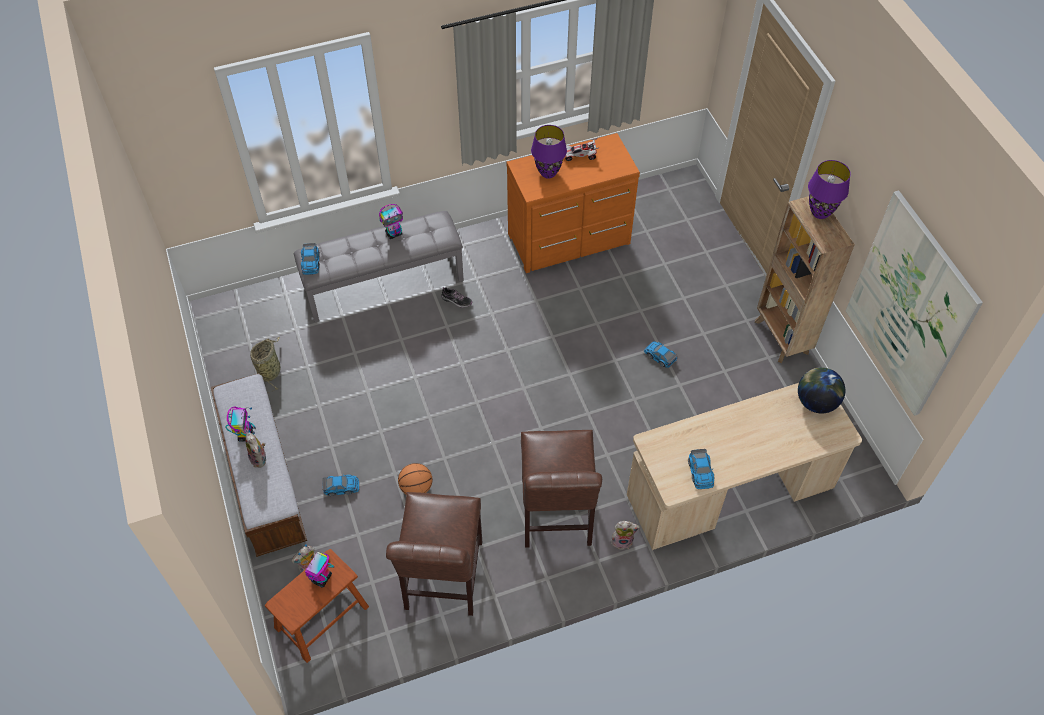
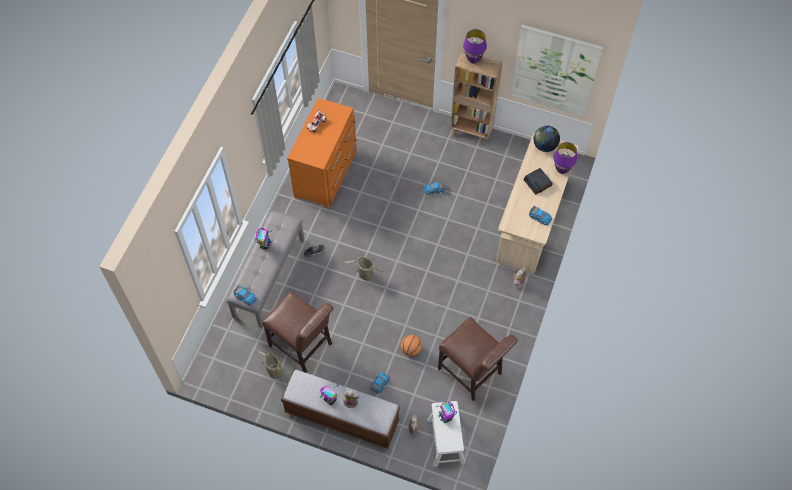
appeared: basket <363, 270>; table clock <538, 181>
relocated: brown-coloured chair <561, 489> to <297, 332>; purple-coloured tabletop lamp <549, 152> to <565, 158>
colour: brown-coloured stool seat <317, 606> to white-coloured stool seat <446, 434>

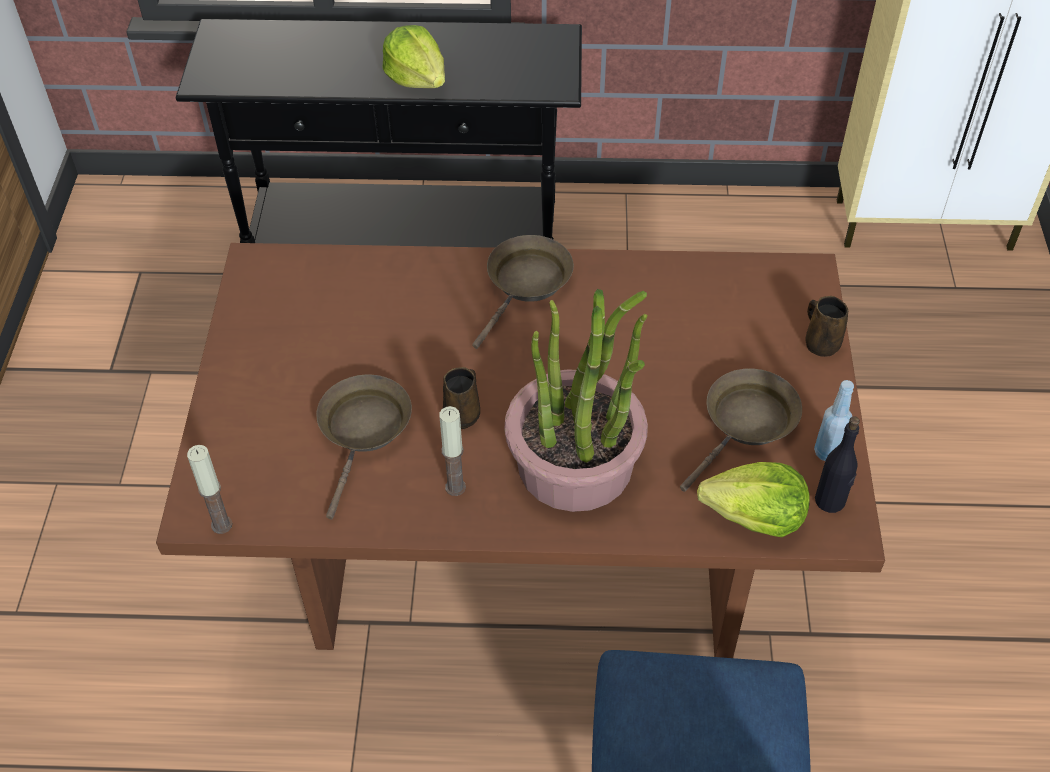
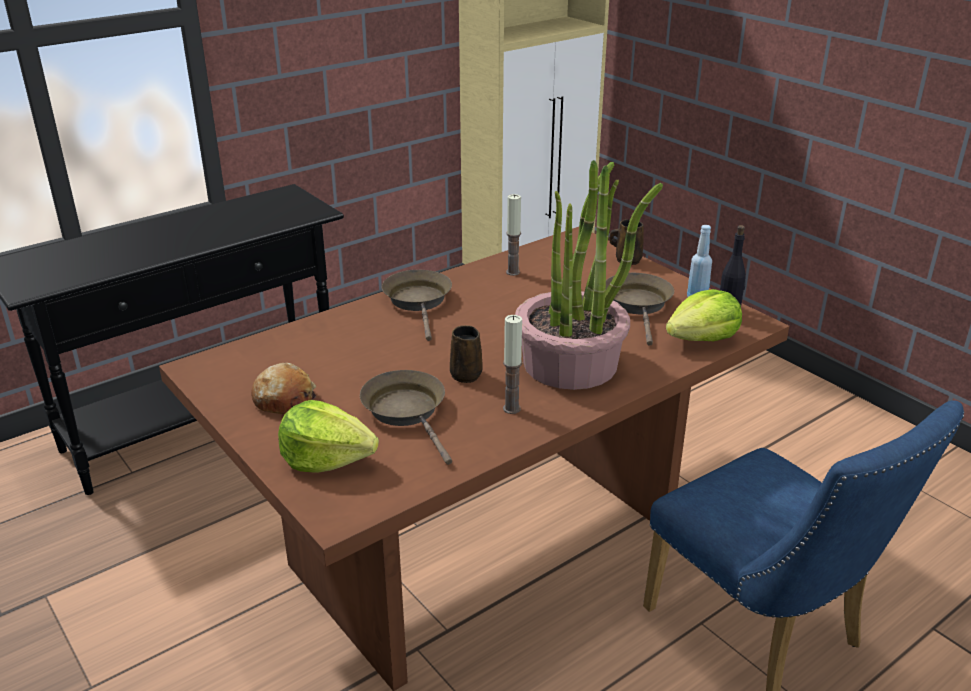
appeared: bakery bread <283, 388>
relocated: wax candle <210, 489> to <513, 235>; head of lettuce <413, 56> to <328, 436>

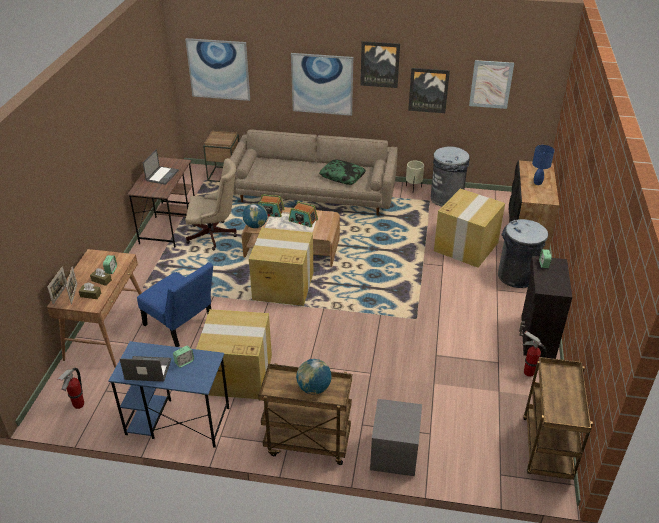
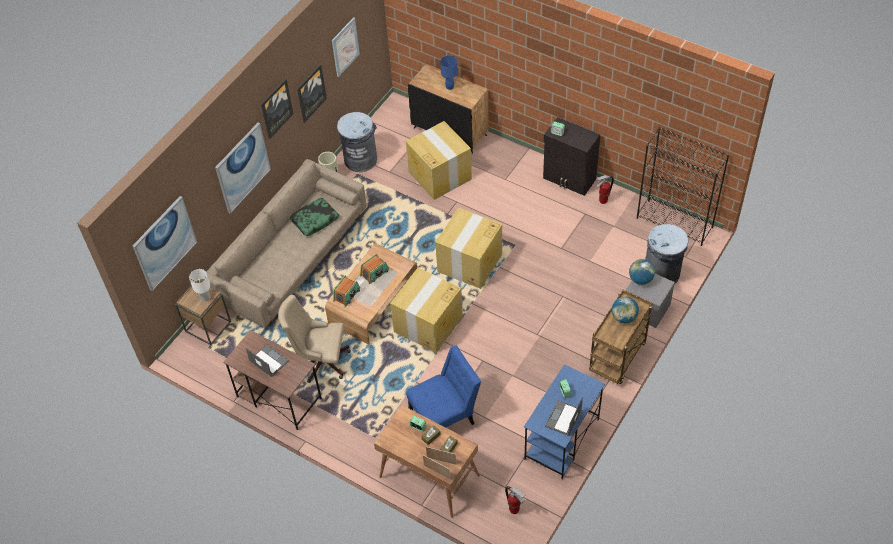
appeared: white-coloured tabletop lamp <200, 285>
relocated: cardboard box <234, 354> to <468, 248>; world globe <255, 215> to <642, 272>; greyish rubbish bin <523, 253> to <667, 253>
exchanged: brown-coloured cart <558, 418> to black-coloured bookshelf <683, 186>
spun: sand-coloured office chair <211, 204> = <314, 339> 105 degrees counterclockwise

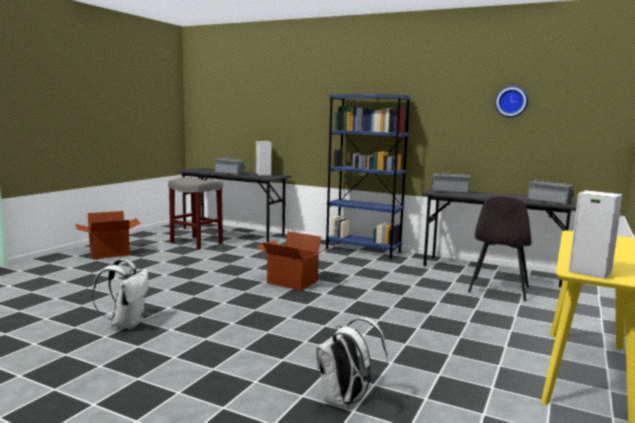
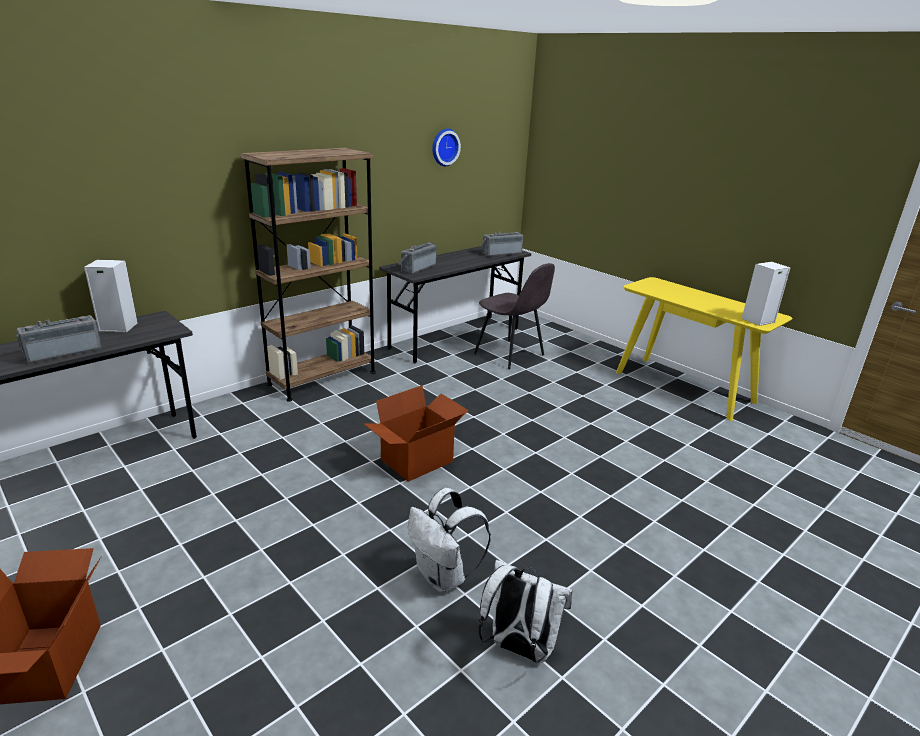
missing: greyish stool seat <195, 213>
relocated: white-coloured backpack <351, 363> to <449, 540>
colour: blue-coloured bookshelf <368, 177> to brown-coloured bookshelf <308, 275>

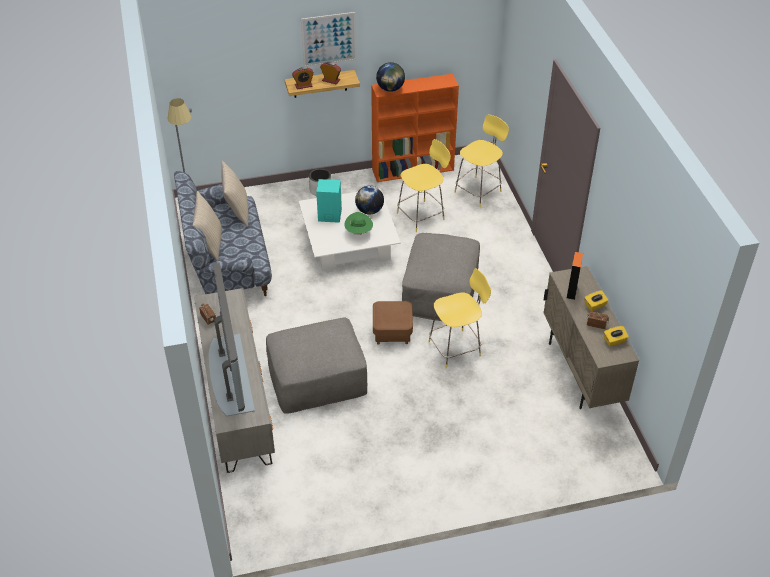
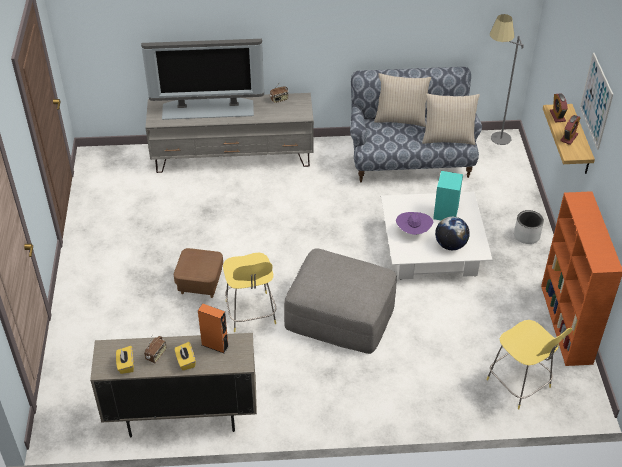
missing: greyish ottoman <316, 366>; world globe <390, 77>; yellow stool seat <424, 185>
relocated: brown-coloured ottoman <393, 323> to <198, 273>
colour: green-coloured clothing hat <358, 223> to purple-coloured clothing hat <414, 223>

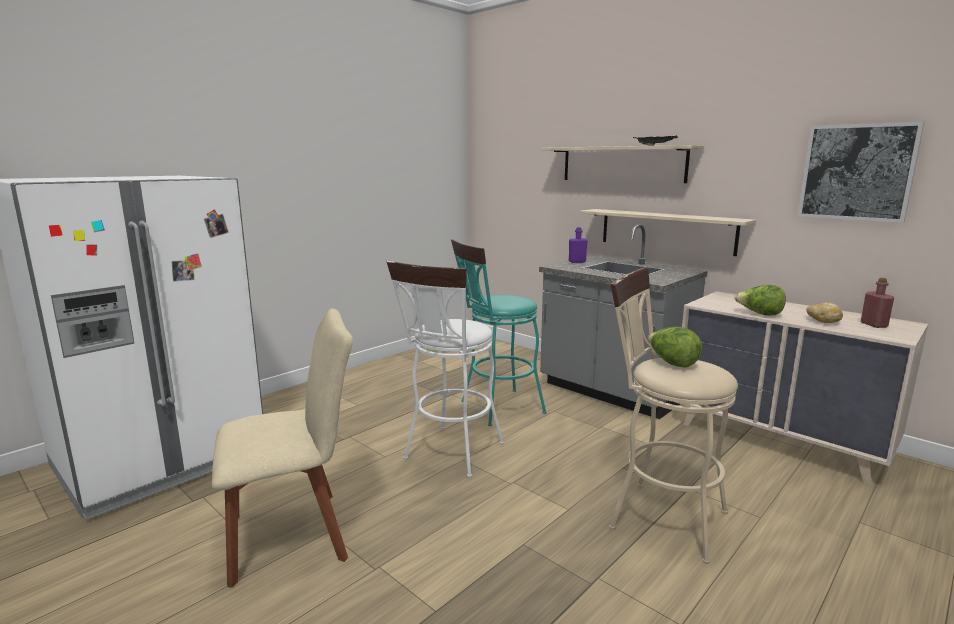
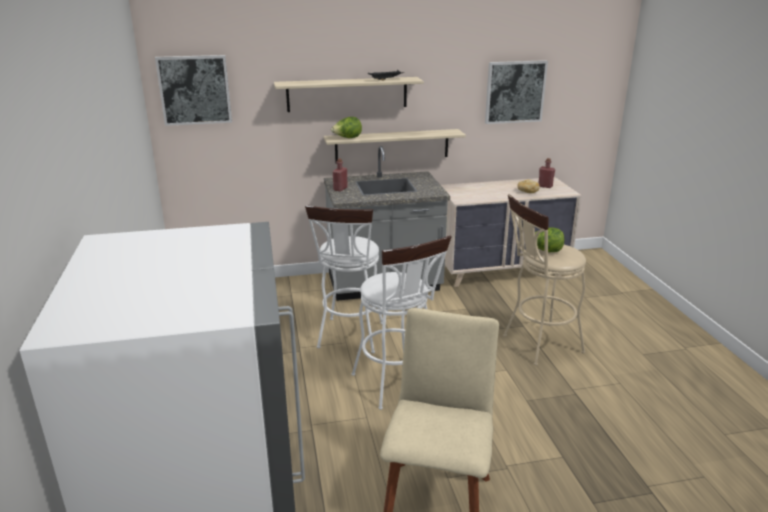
appeared: wall picture <193, 90>
relocated: head of lettuce <760, 300> to <346, 127>
colour: turquoise-coloured stool seat <499, 332> to white-coloured stool seat <344, 279>; purple-coloured drink bottle <578, 245> to reddish drink bottle <340, 174>

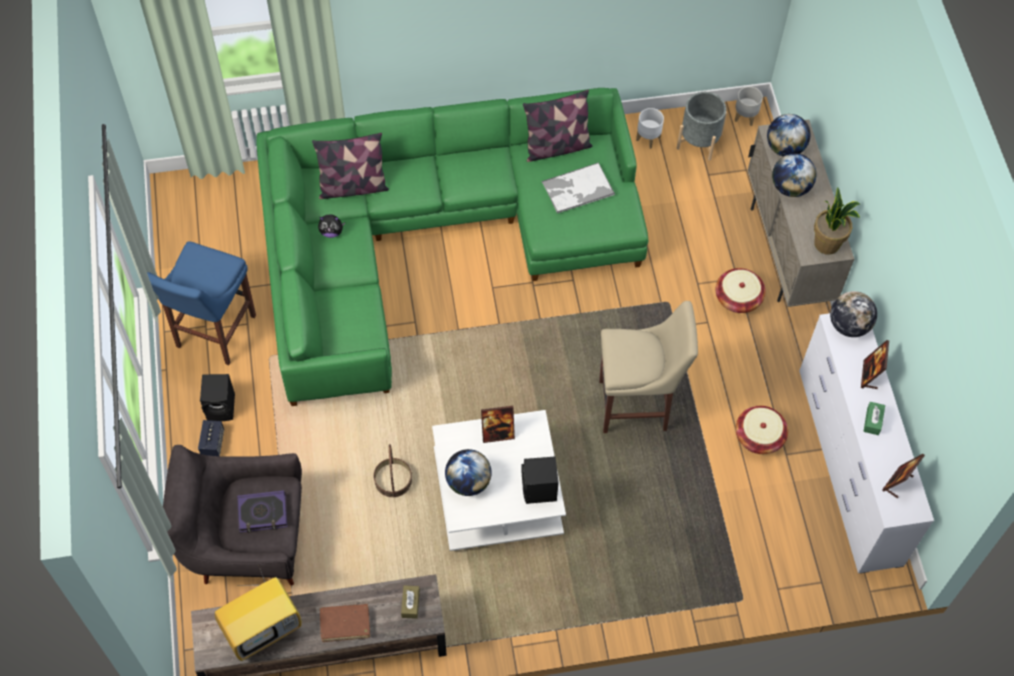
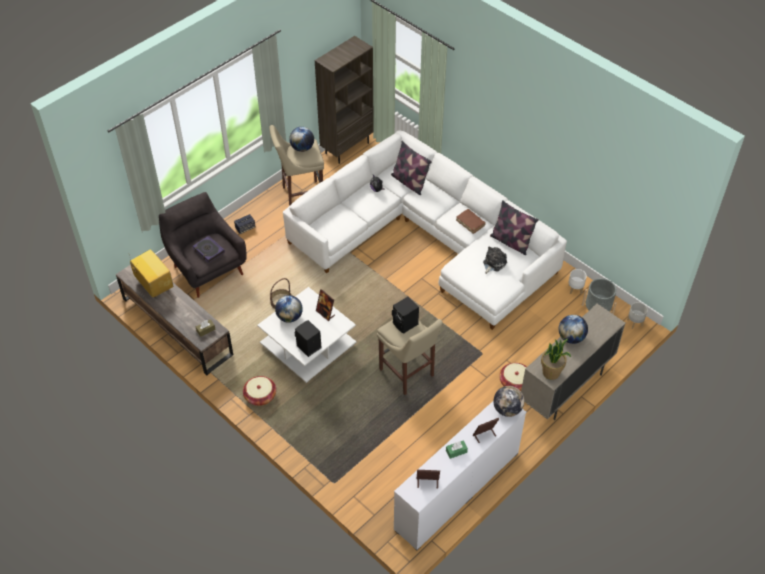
appeared: brown-coloured bookshelf <344, 100>
relocated: black-coloured loudspeaker <217, 397> to <405, 315>; brown-coloured volume <345, 623> to <471, 221>; basket <762, 430> to <259, 391>; world globe <788, 135> to <301, 139>
exchanged: serving tray <578, 187> to cuddly toy <495, 260>
colour: blue-coloured stool seat <201, 303> to sand-coloured stool seat <296, 165>; green-coloured settee <452, 247> to white-coloured settee <425, 230>
spun: television <258, 615> = <151, 273> 150 degrees counterclockwise

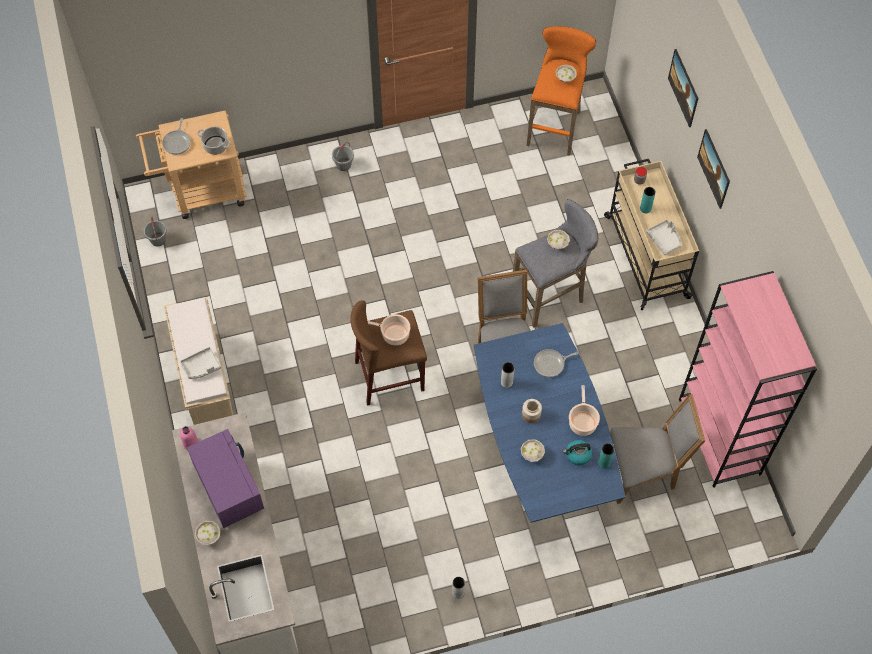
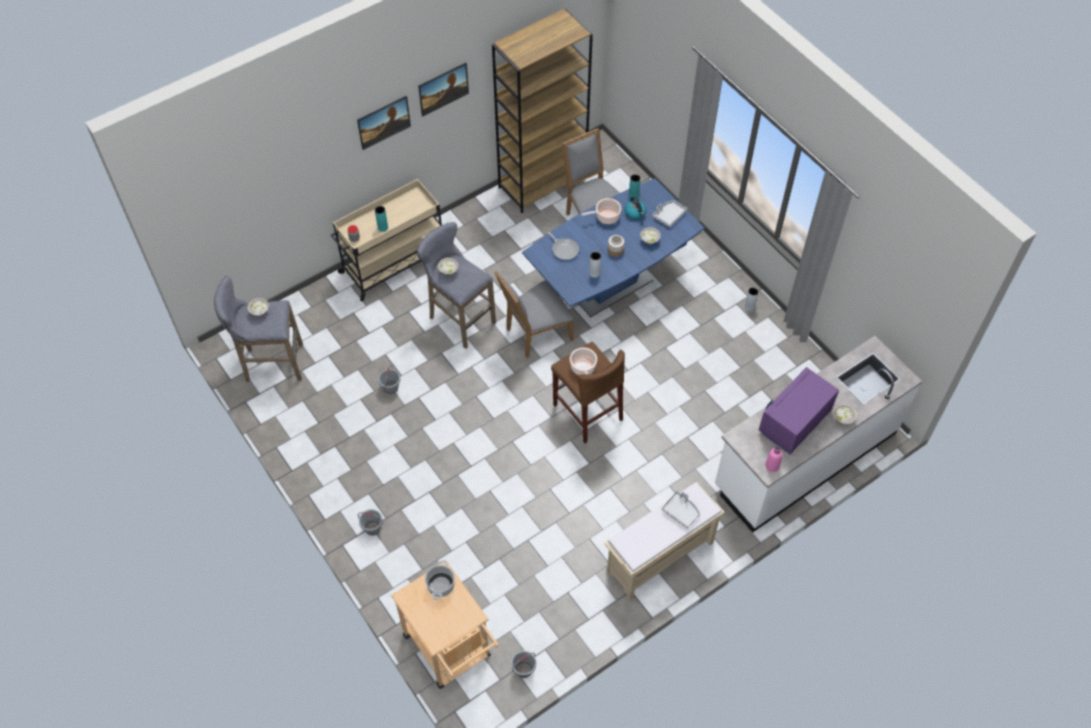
missing: pan <176, 136>
appeared: greyish bucket <389, 379>
relocated: greyish serving tray <664, 237> to <670, 213>; wall picture <683, 88> to <443, 90>
colour: orange-coloured stool seat <561, 91> to greyish stool seat <258, 329>; pink bookshelf <748, 379> to brown-coloured bookshelf <542, 111>

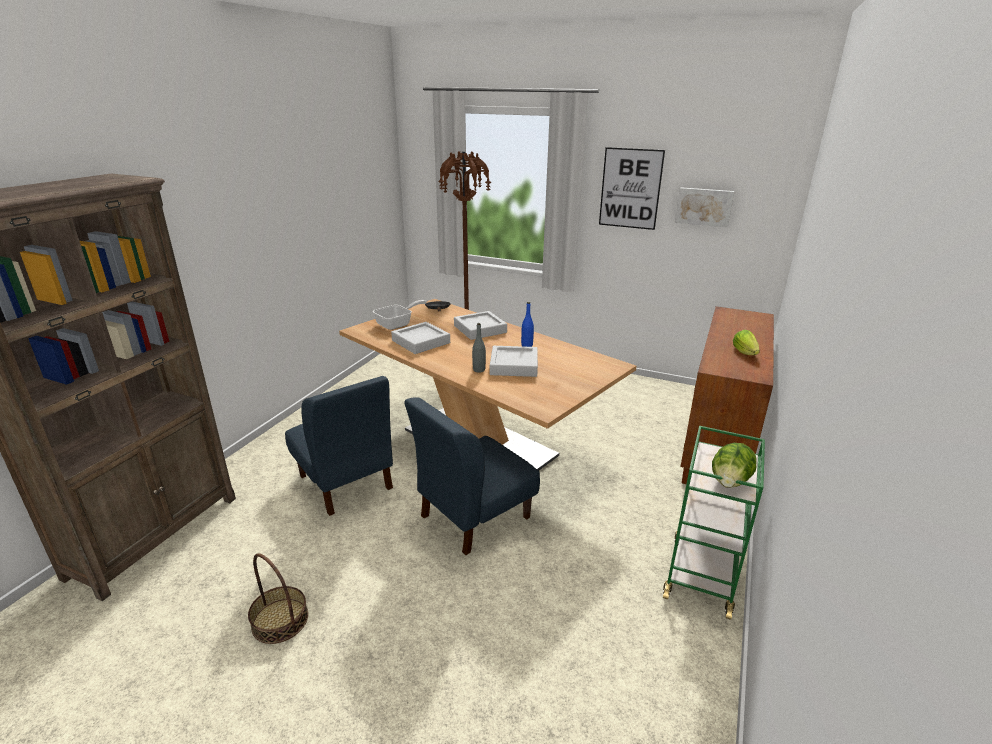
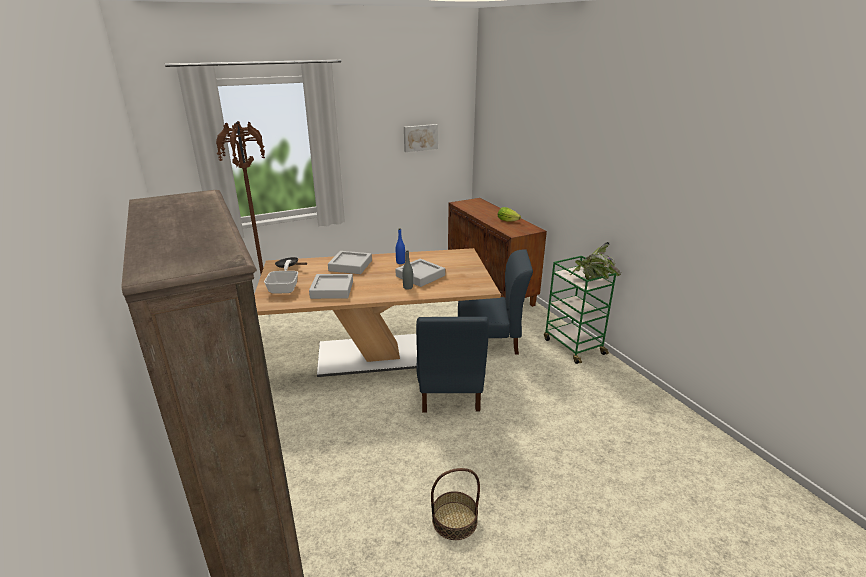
missing: wall picture <632, 188>
relocated: blue-coloured chair <339, 446> to <495, 301>
exchanged: head of lettuce <734, 465> to houseplant <595, 261>

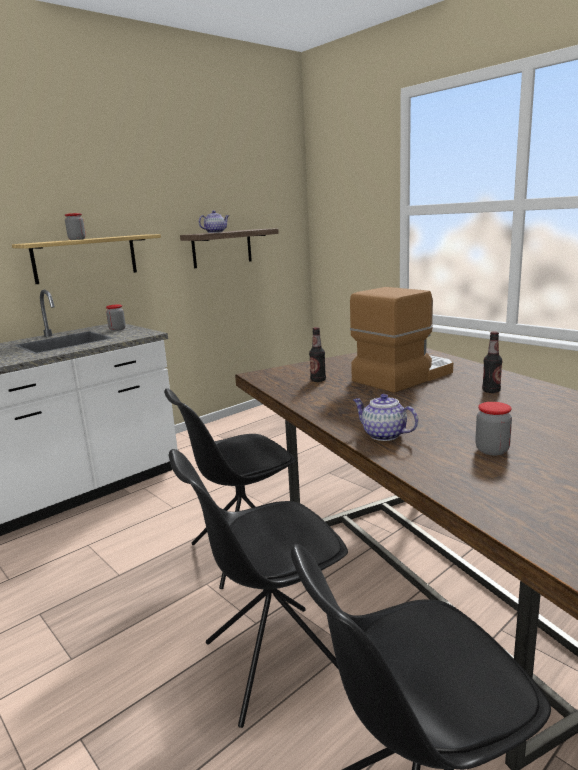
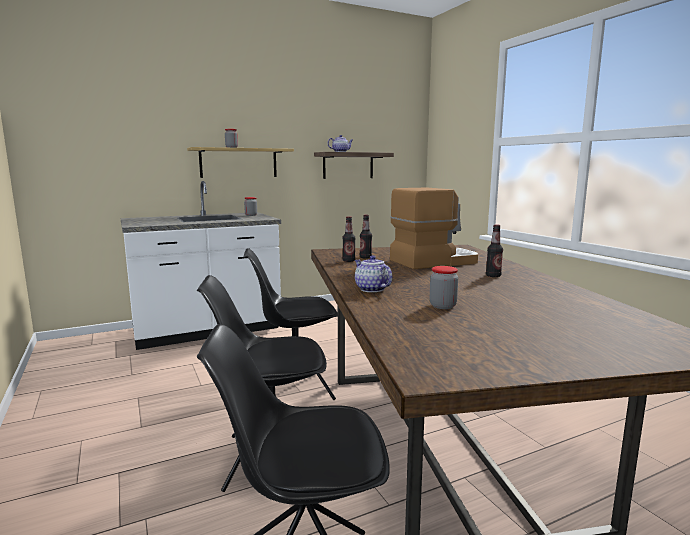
appeared: drink bottle <348, 239>

